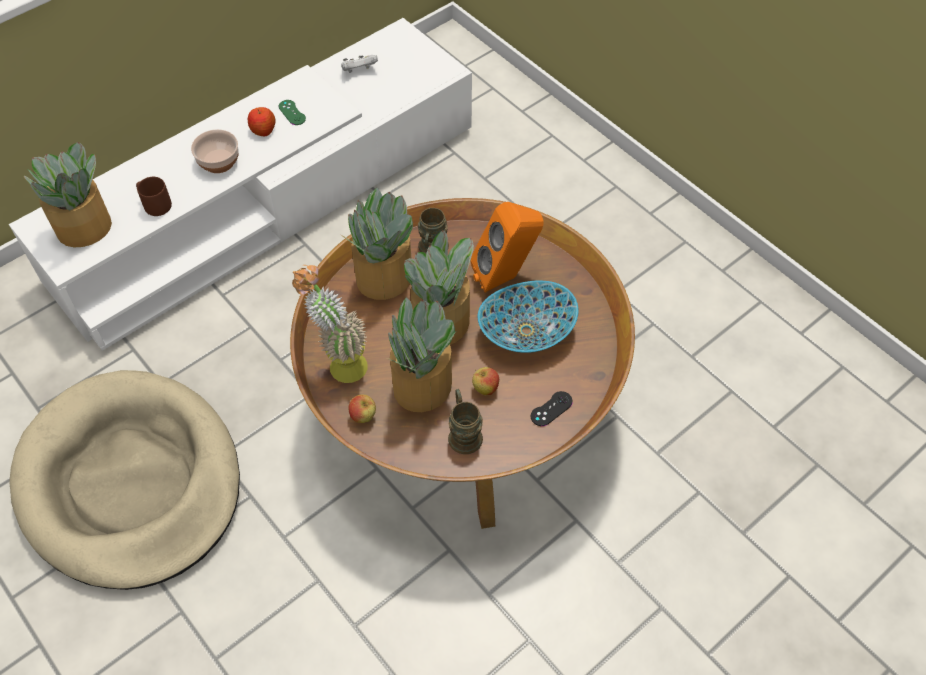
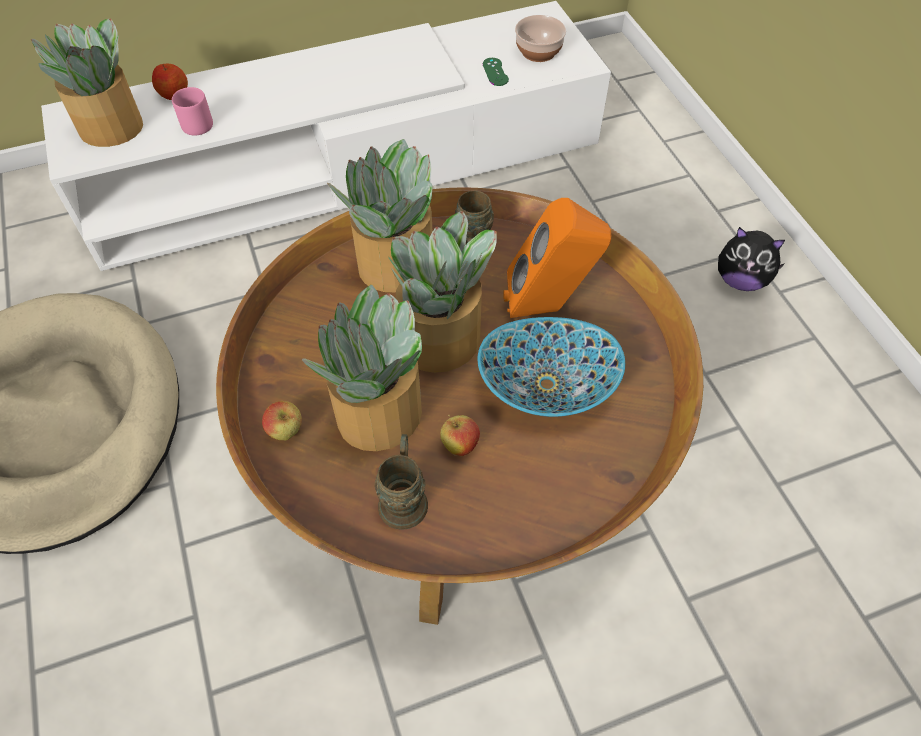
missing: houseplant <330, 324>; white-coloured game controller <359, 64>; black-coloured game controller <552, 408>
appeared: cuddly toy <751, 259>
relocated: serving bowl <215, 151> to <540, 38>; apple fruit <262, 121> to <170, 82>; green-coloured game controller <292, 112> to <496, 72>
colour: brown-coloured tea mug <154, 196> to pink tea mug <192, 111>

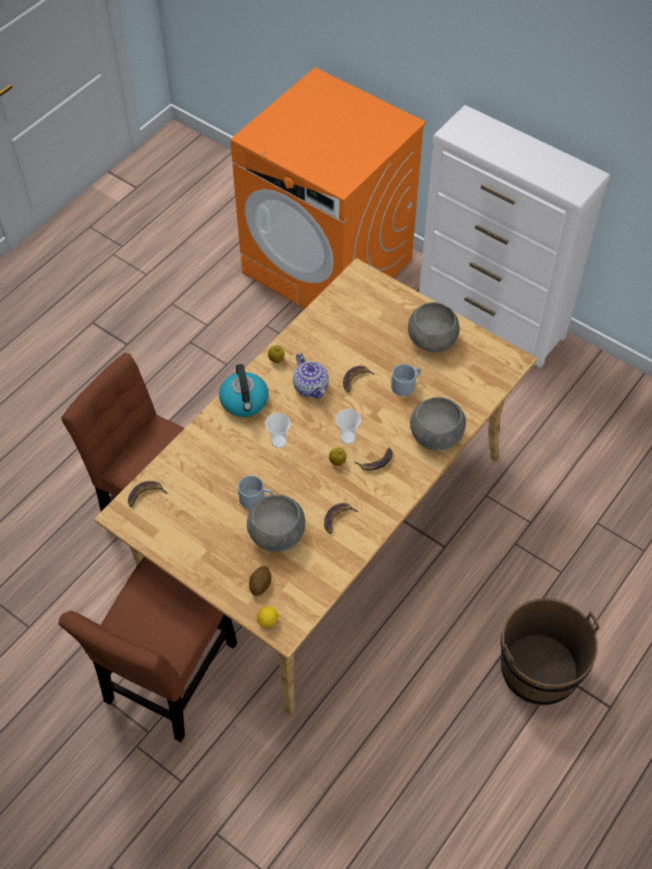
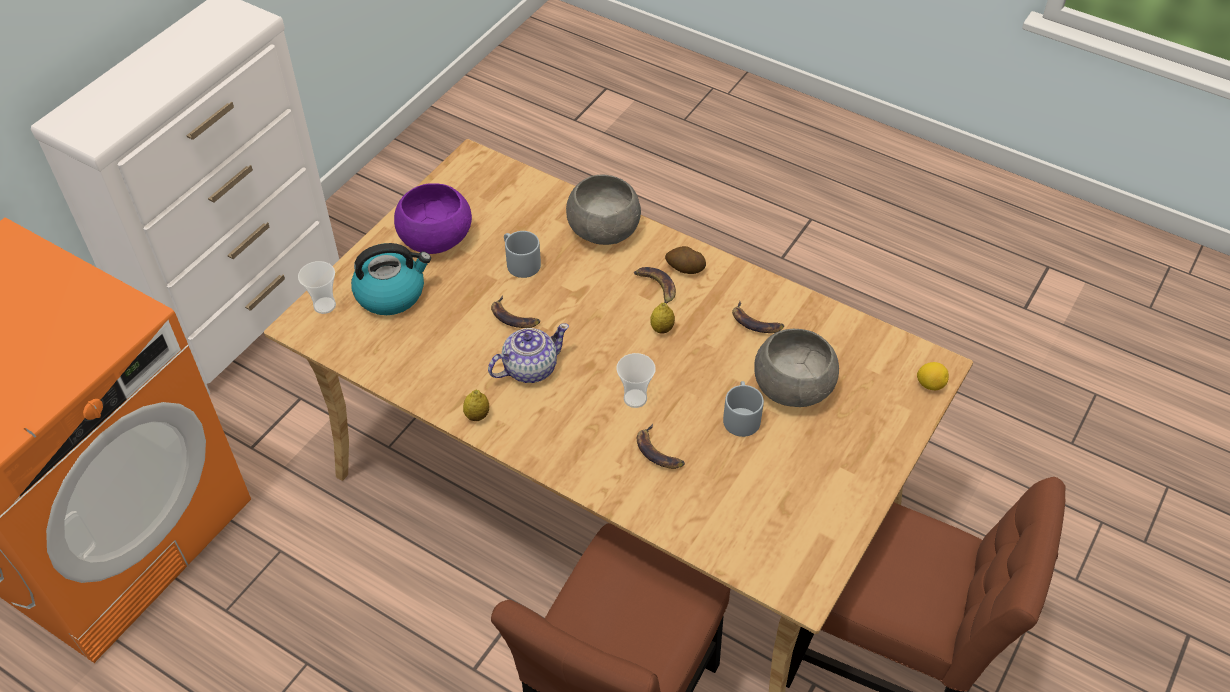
missing: brown-coloured bucket <550, 652>
relocated: banana <148, 494> to <661, 446>; water kettle <244, 390> to <391, 279>; spud <260, 581> to <685, 260>; small cup <348, 426> to <317, 287>
colour: greyish serving bowl <433, 327> to purple-coloured serving bowl <433, 218>

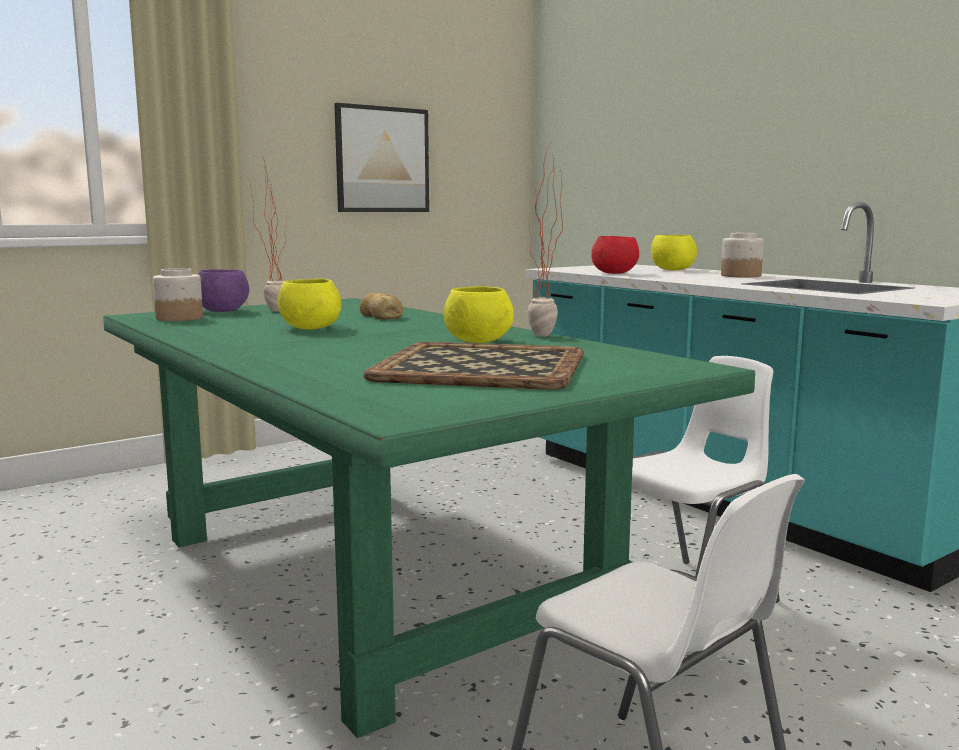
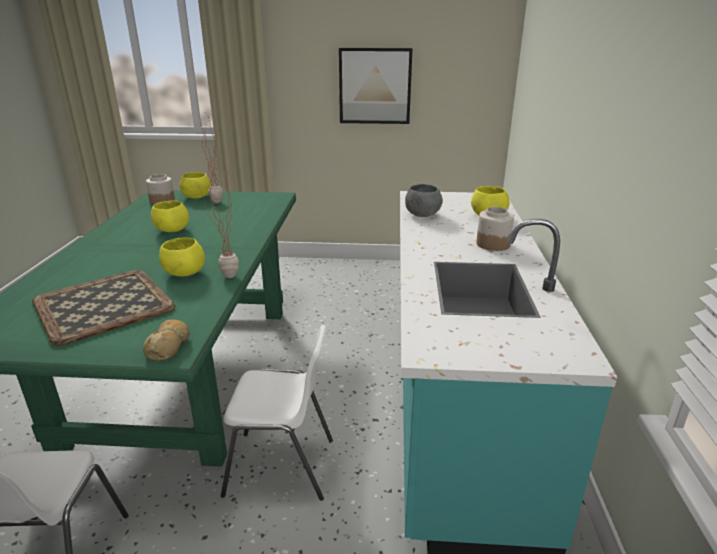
relocated: bakery bread <381, 306> to <166, 340>
colour: purple-coloured serving bowl <223, 290> to yellow serving bowl <195, 185>; reddish serving bowl <615, 255> to greyish serving bowl <424, 200>

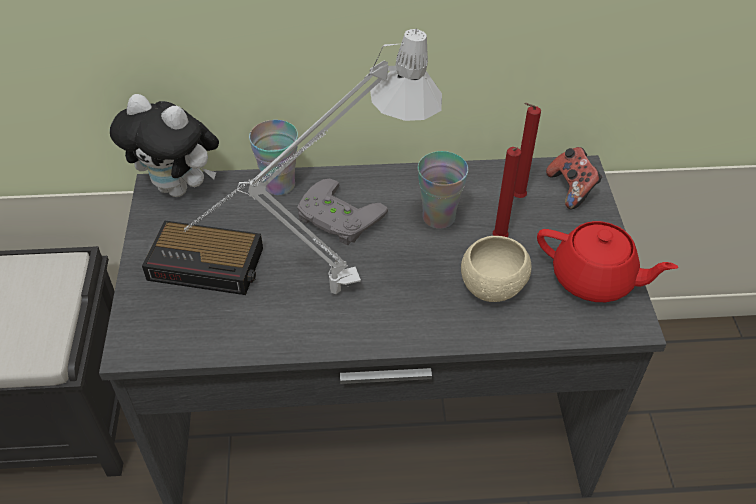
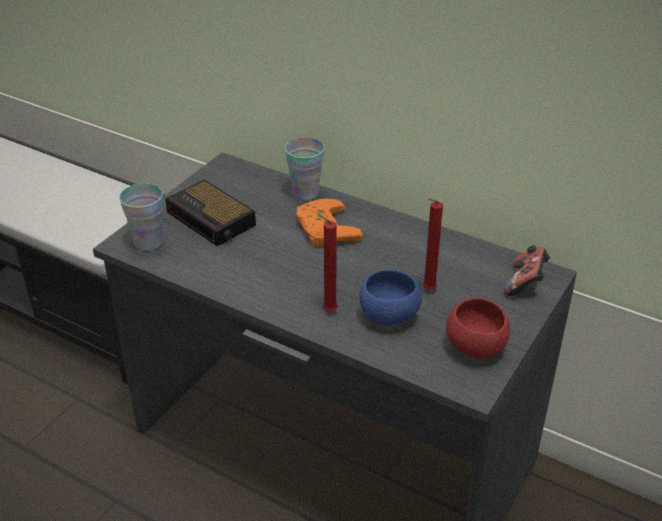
missing: cuddly toy <164, 145>; greyish tabletop lamp <313, 161>
relocated: small cup <443, 190> to <141, 217>; reddish wax candle <527, 150> to <327, 262>
exchanged: reddish tea pot <607, 261> to reddish serving bowl <478, 328>
colour: greyish game controller <342, 212> to orange-coloured game controller <329, 223>; sand-coloured serving bowl <496, 269> to blue-coloured serving bowl <390, 297>

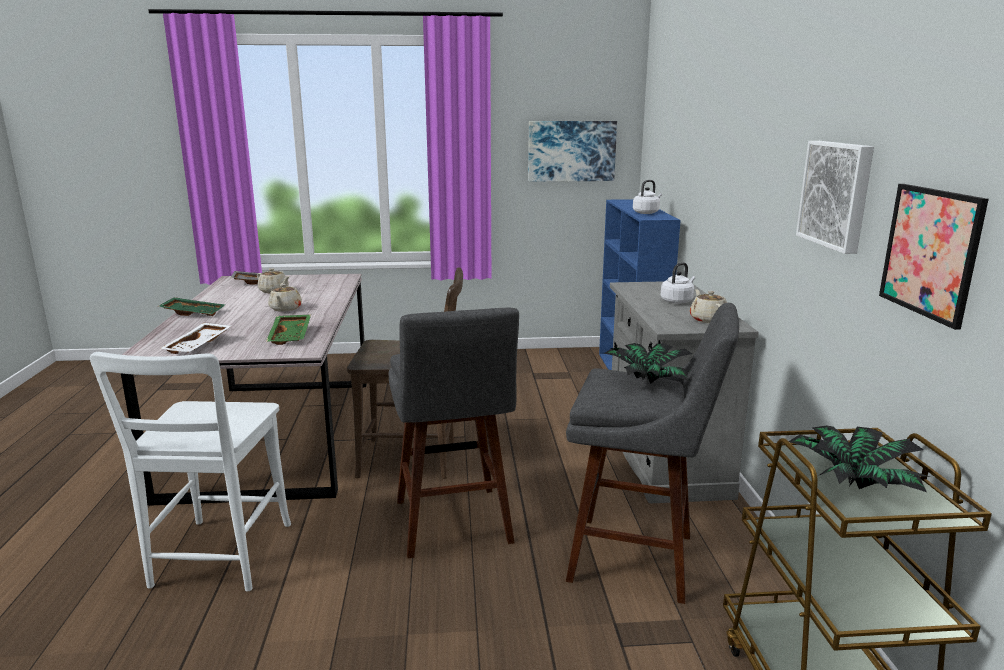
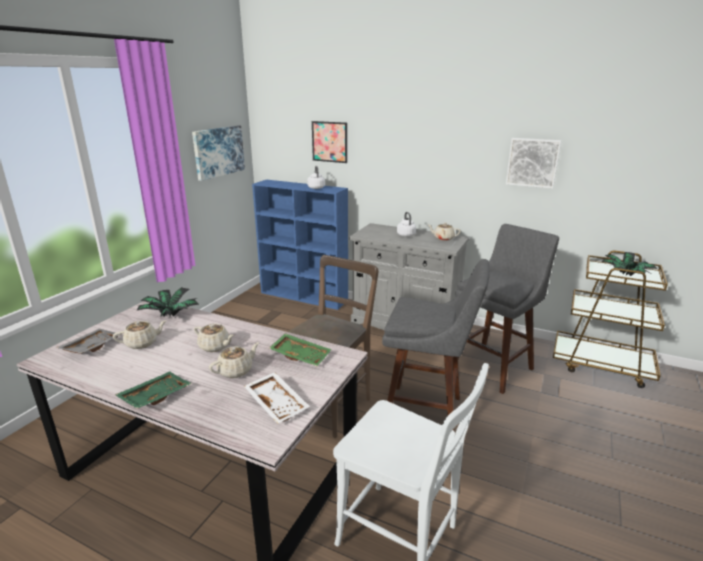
appeared: sand-coloured tea pot <234, 360>
relocated: houseplant <648, 363> to <168, 302>; wall picture <934, 257> to <329, 142>

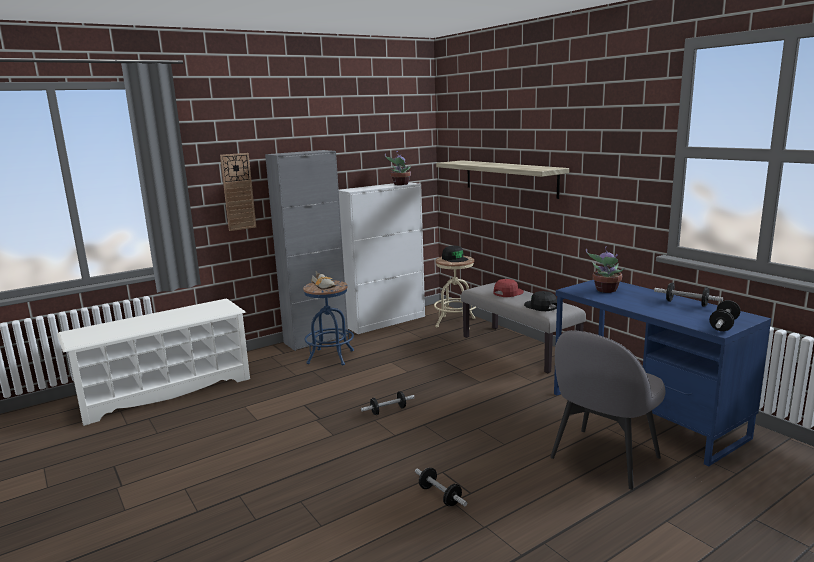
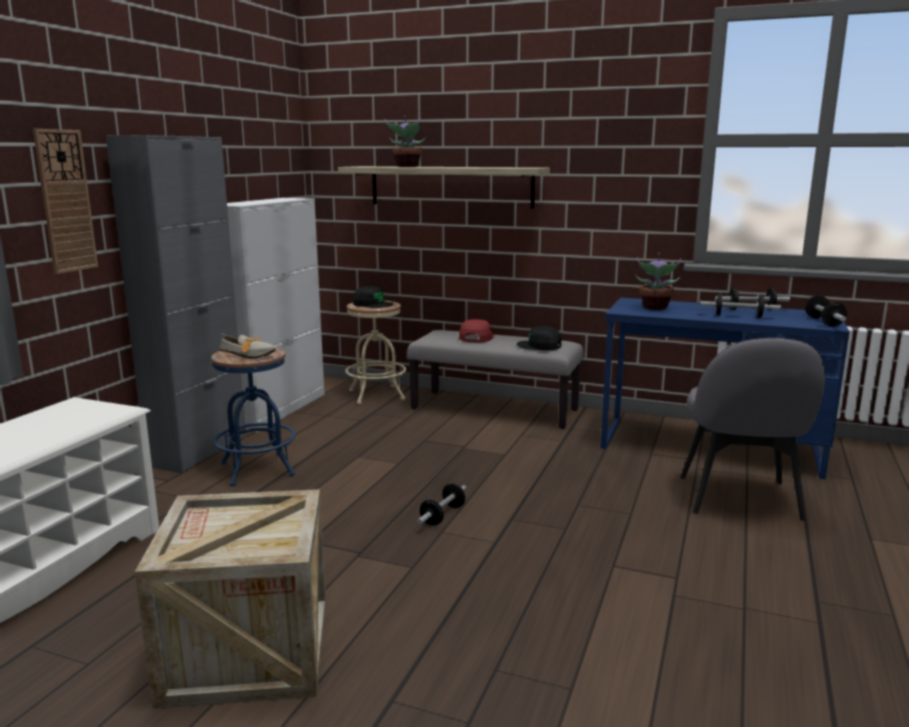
appeared: crate <230, 599>
relocated: houseplant <398, 168> to <405, 141>; hand weight <441, 487> to <740, 305>

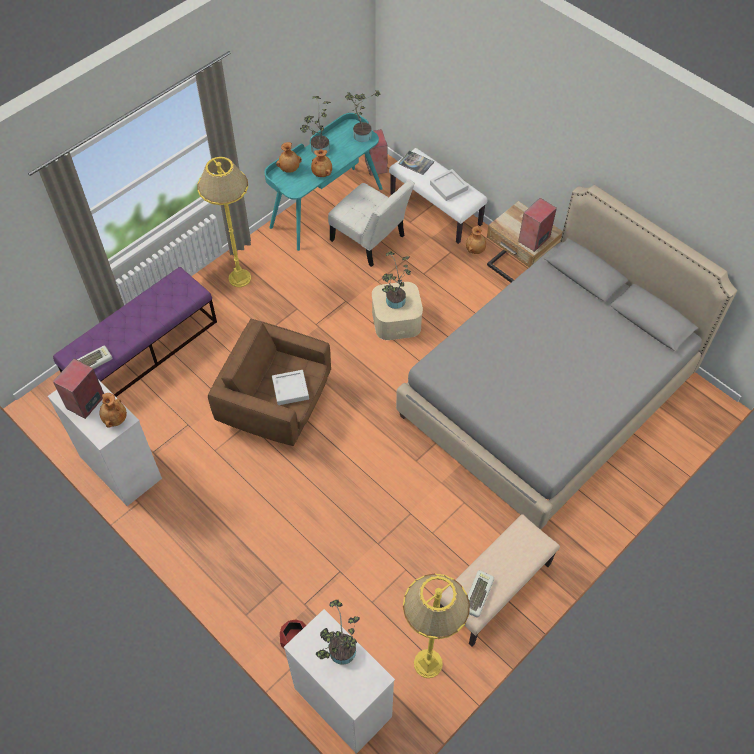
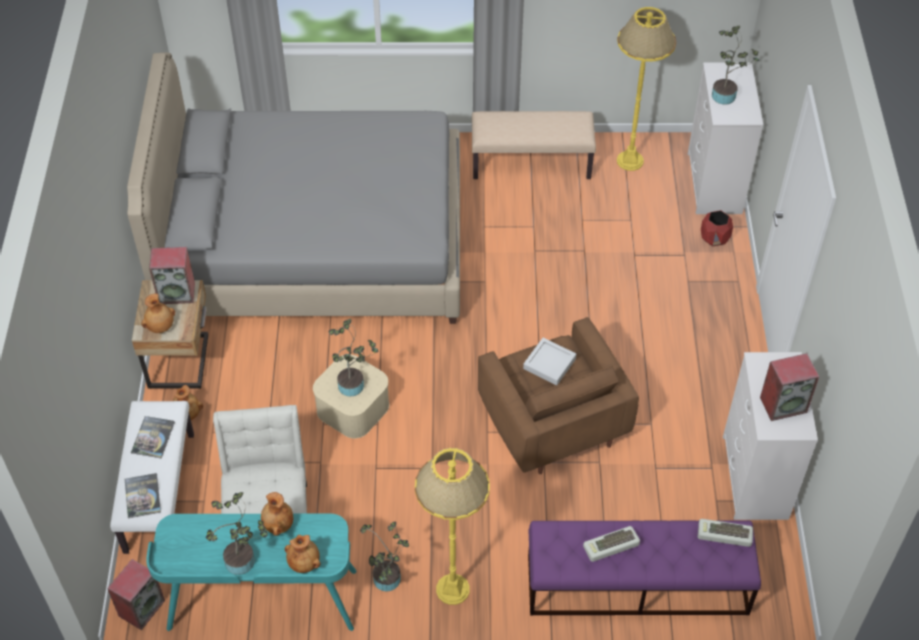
relocated: brown-coloured flower vase <113, 410> to <158, 313>; houseplant <362, 116> to <384, 557>; computer keyboard <481, 594> to <611, 544>
exchanged: greyish serving tray <449, 185> to volume <153, 437>

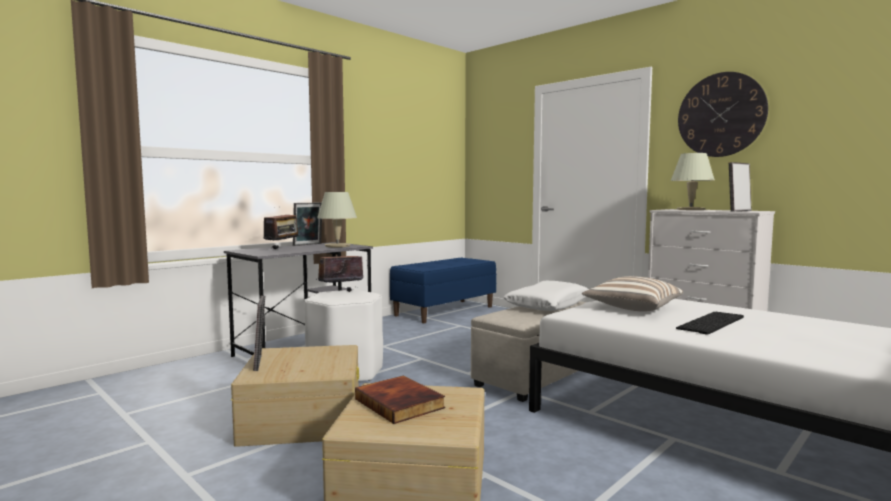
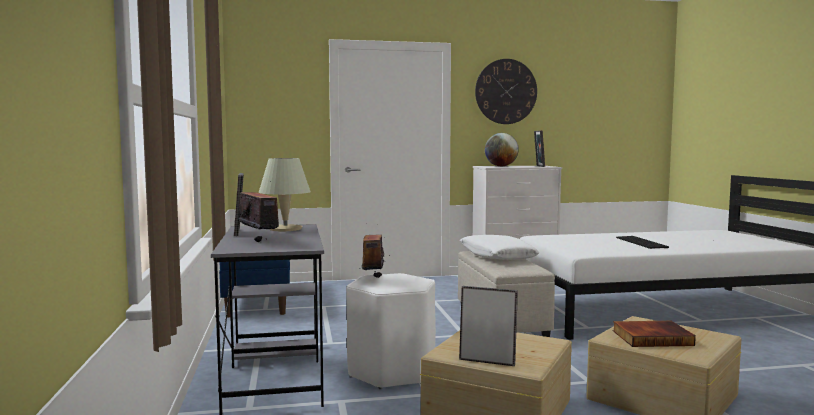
missing: throw pillow <632, 293>
exchanged: sand-coloured tabletop lamp <693, 181> to world globe <502, 149>

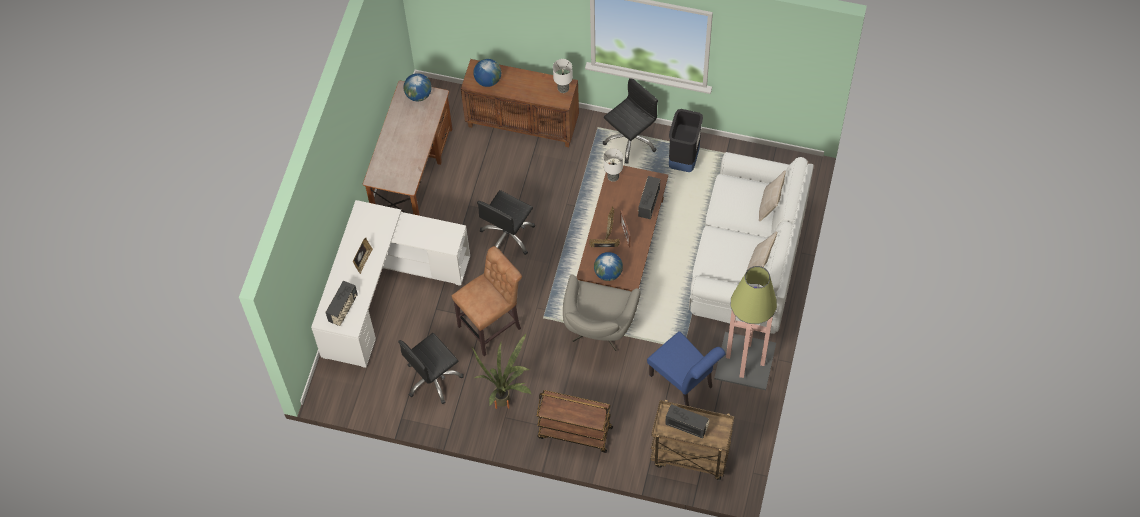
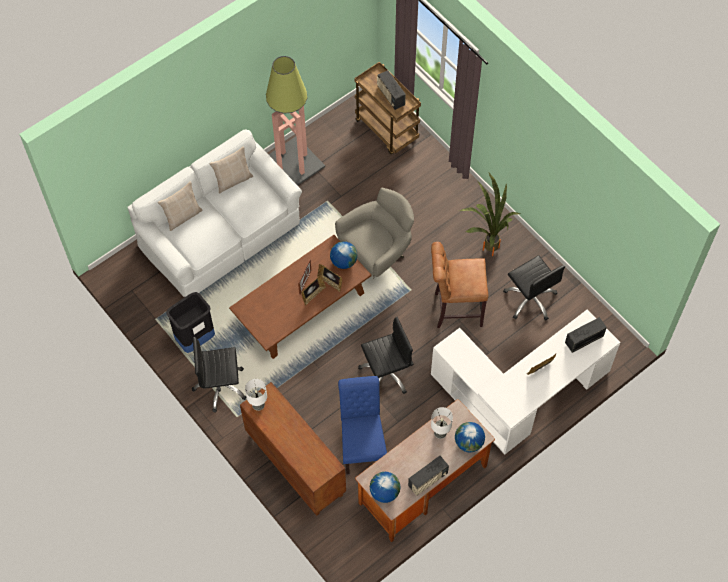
missing: brown-coloured cart <575, 421>
relocated: world globe <487, 73> to <470, 437>; tabletop lamp <613, 165> to <442, 423>; radio set <649, 197> to <428, 476>; blue-coloured chair <686, 368> to <362, 425>
spun: black-coloured office chair <431, 368> = <534, 288> 60 degrees clockwise

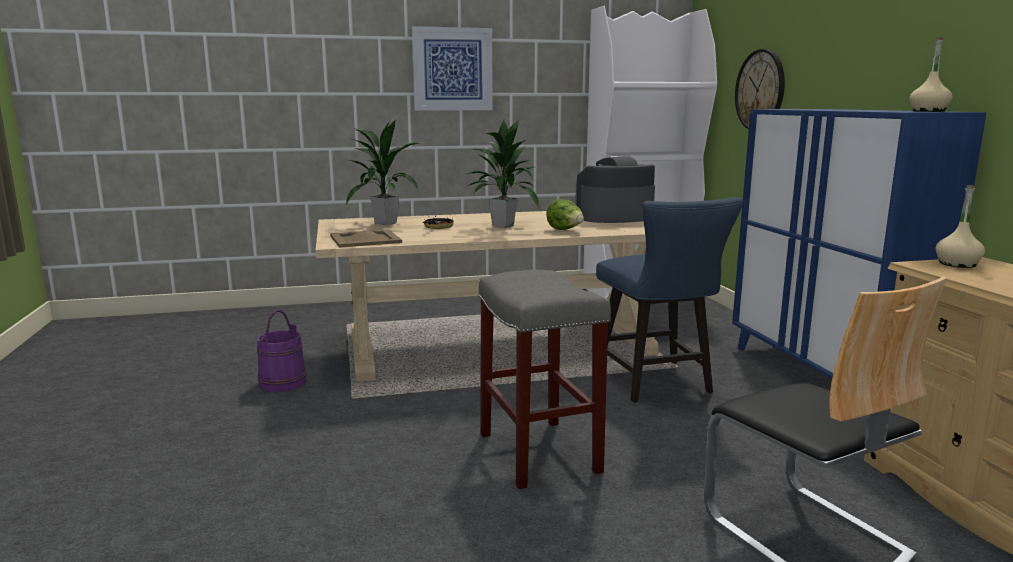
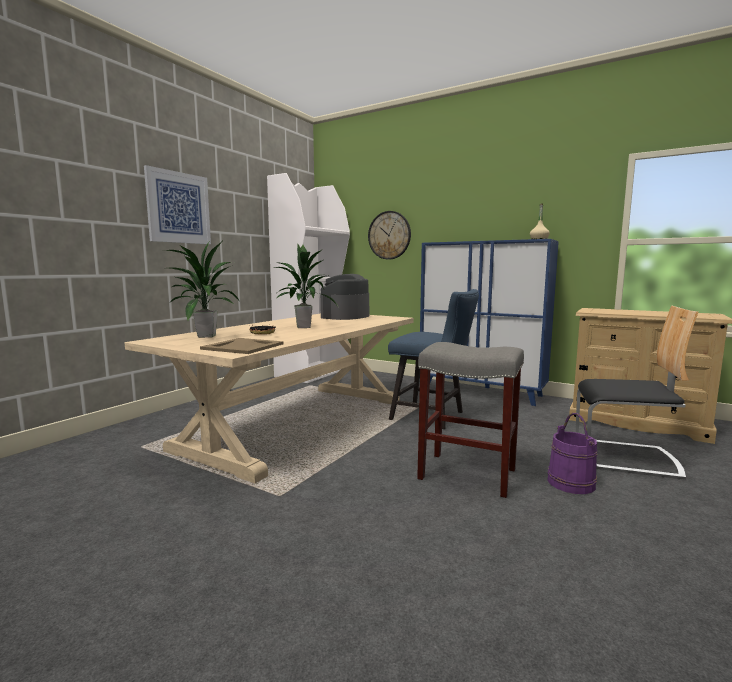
missing: head of lettuce <565, 214>; sand-coloured drink bottle <960, 226>
relocated: purple-coloured bucket <282, 351> to <572, 453>

